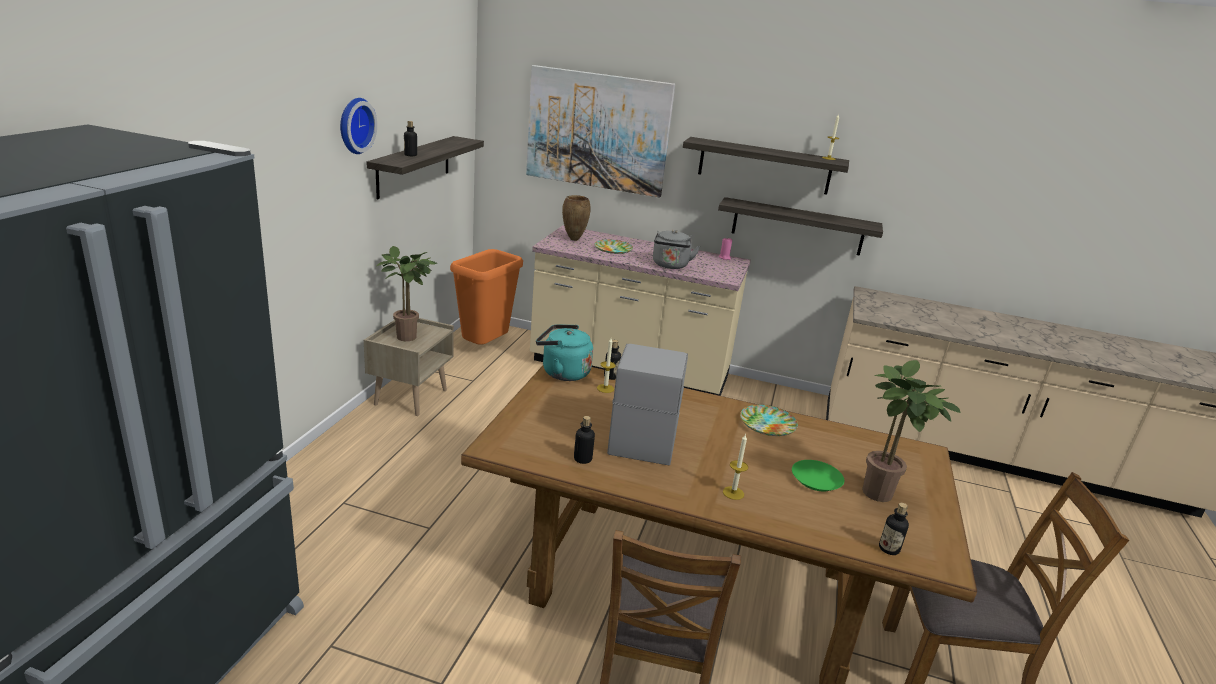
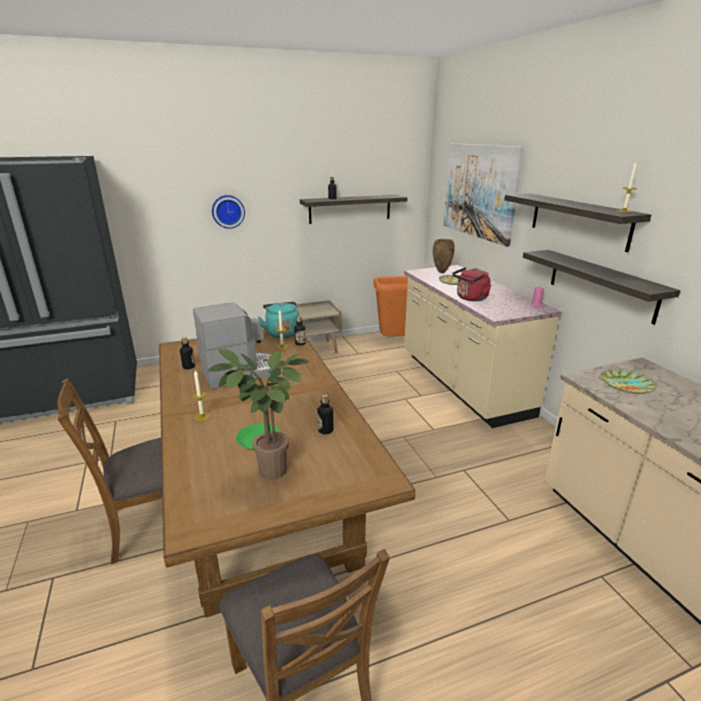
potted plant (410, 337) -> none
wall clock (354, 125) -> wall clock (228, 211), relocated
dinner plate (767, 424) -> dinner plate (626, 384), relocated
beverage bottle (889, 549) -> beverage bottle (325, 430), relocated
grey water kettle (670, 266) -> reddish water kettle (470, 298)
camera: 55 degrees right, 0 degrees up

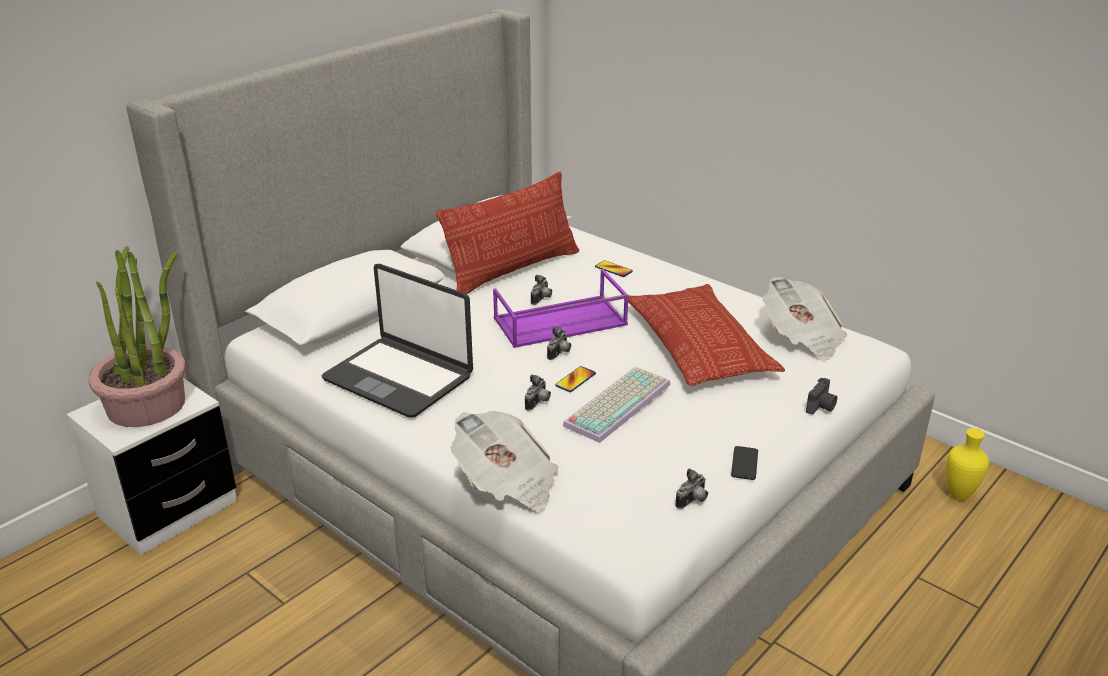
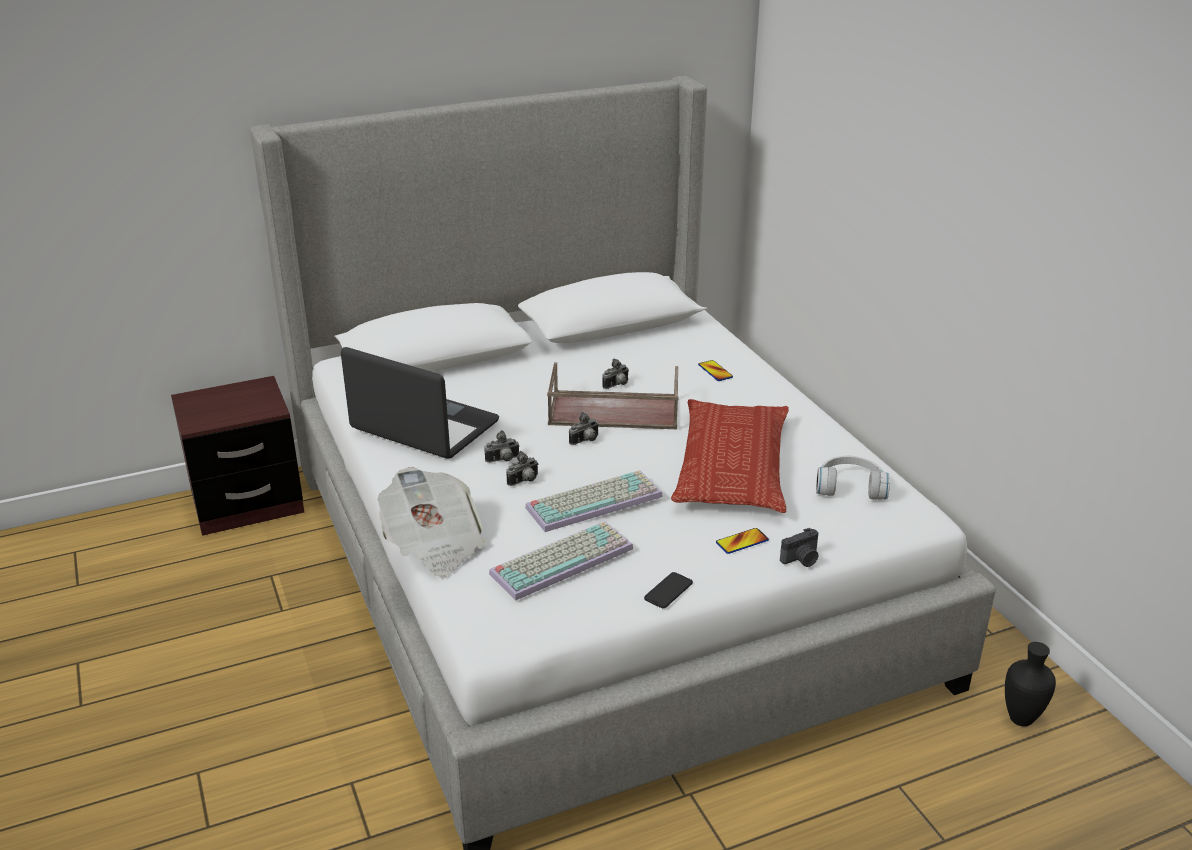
potted plant (147, 405) -> none
throw pillow (513, 270) -> none
none -> computer keyboard (562, 559)
telephone (575, 380) -> telephone (742, 542), relocated
photo camera (693, 501) -> photo camera (503, 460), relocated
daily paper (802, 338) -> white headset (850, 486)
white nightstand (168, 509) -> brown-coloured nightstand (247, 503)
purple-coloured tray (559, 322) -> brown-coloured tray (612, 411)
yellow decorative vase (960, 496) -> black decorative vase (1022, 720)
notebook computer (399, 377) -> notebook computer (424, 427), 150 degrees clockwise
camera: 25 degrees right, 0 degrees up

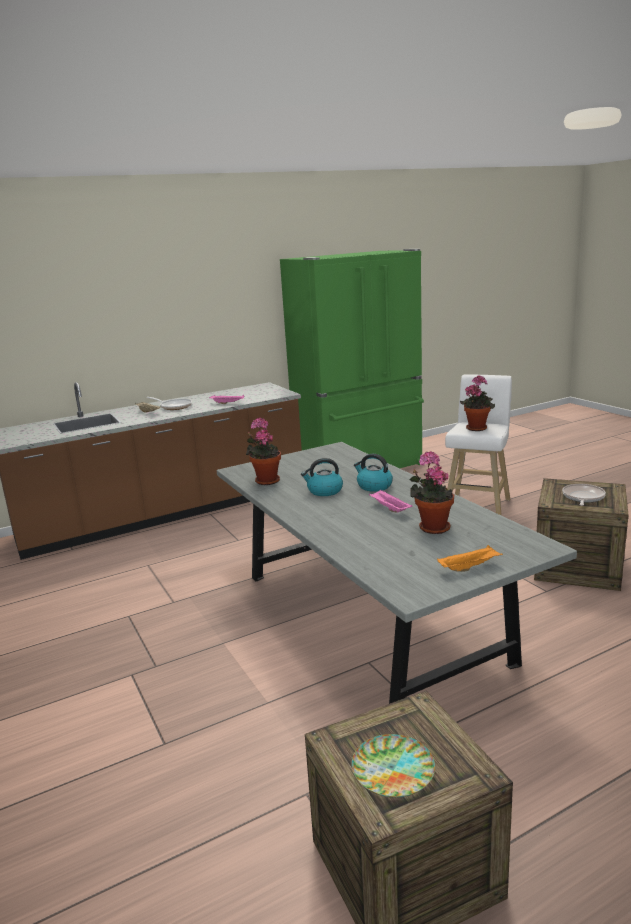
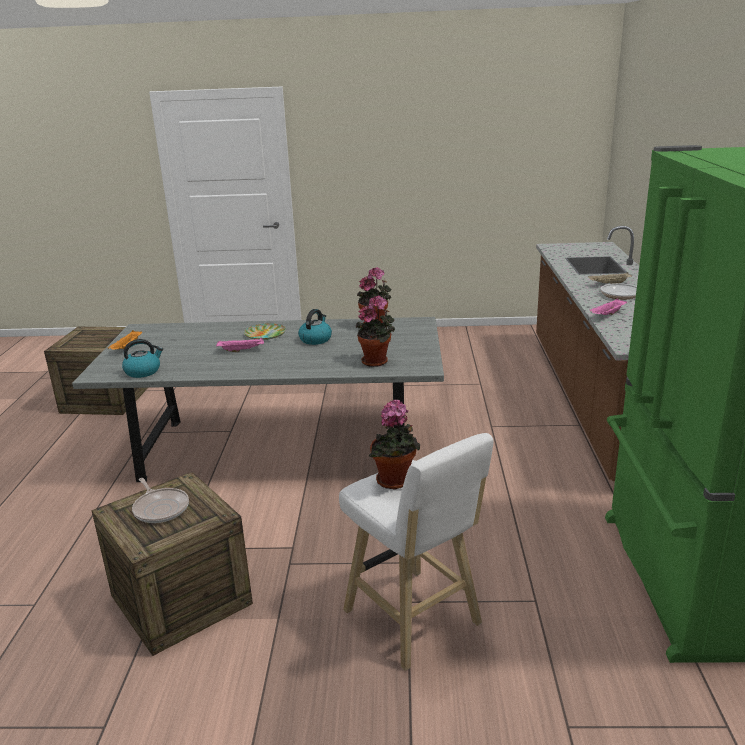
dinner plate (392, 770) -> dinner plate (265, 334), relocated
water kettle (374, 486) -> water kettle (143, 371), relocated
potted plant (432, 527) -> potted plant (377, 361), relocated
camera: 120 degrees right, 5 degrees up

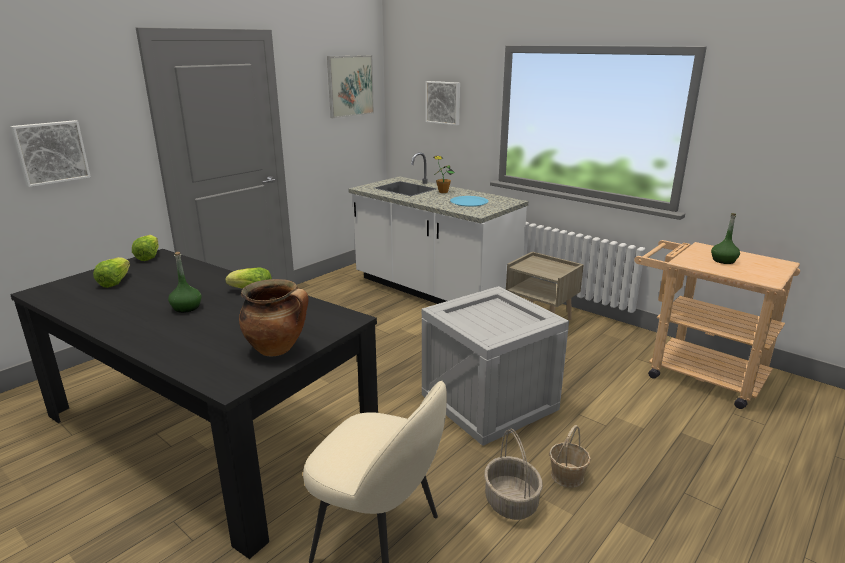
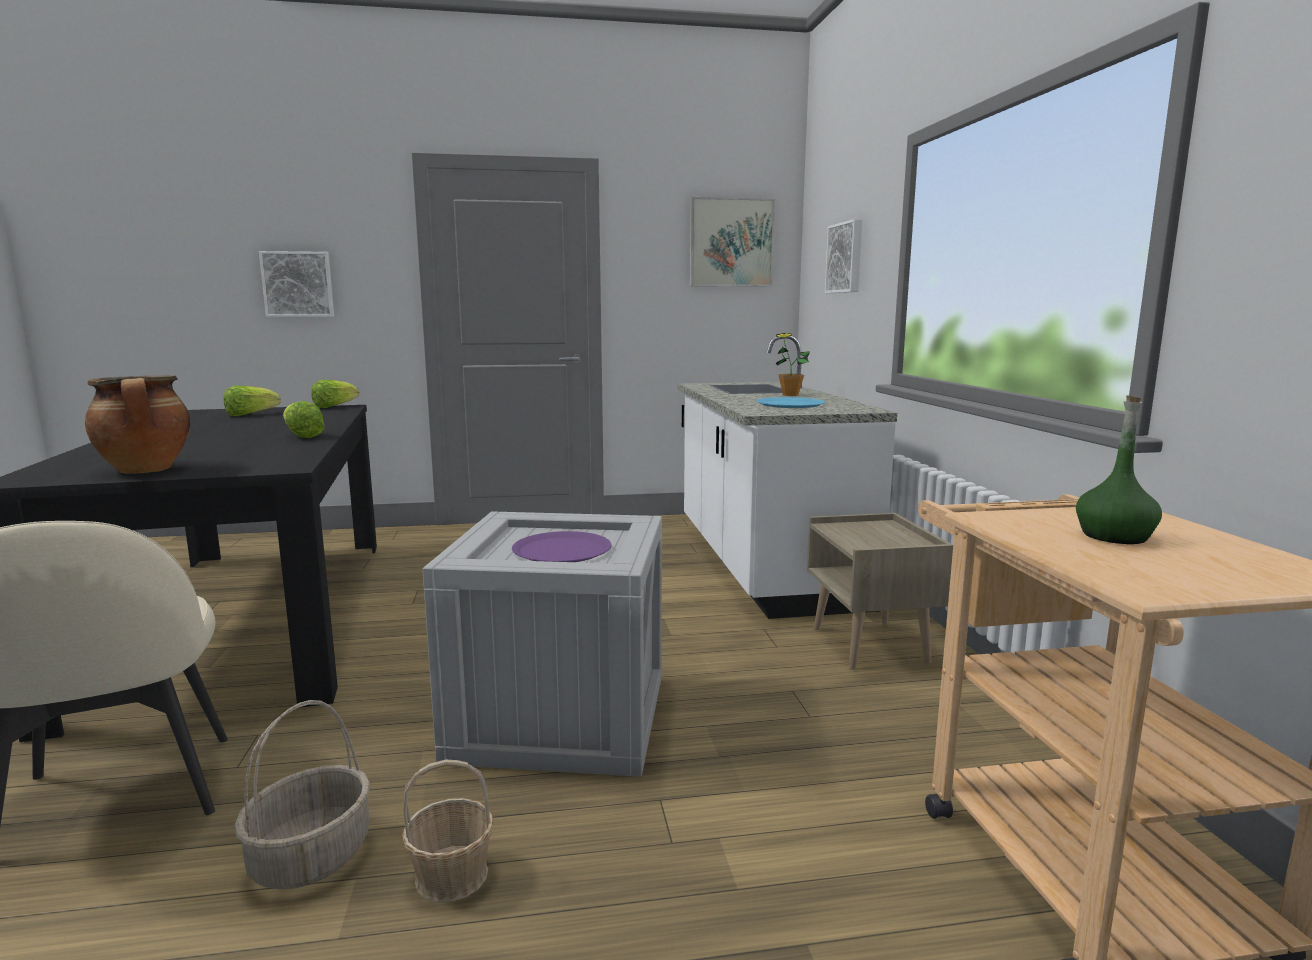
greenish beverage bottle (186, 308) -> none
none -> purple-coloured dinner plate (562, 550)
camera: 40 degrees right, 10 degrees down

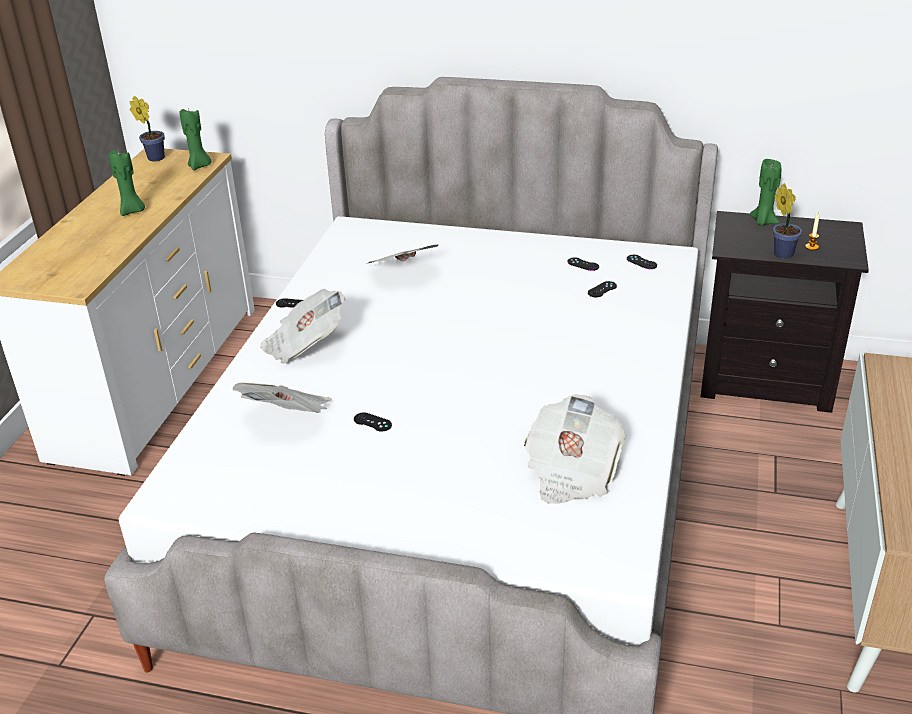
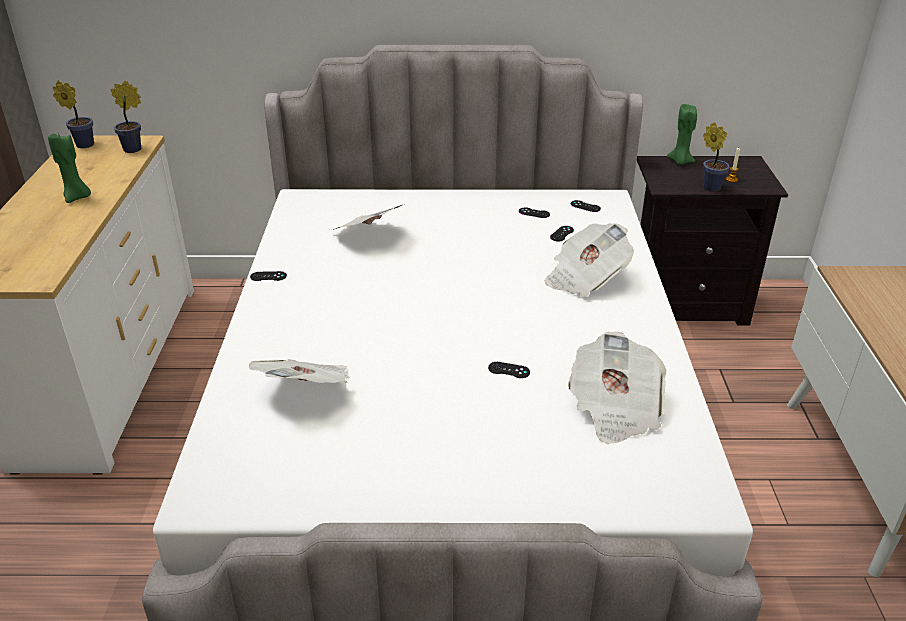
daily paper (304, 345) -> daily paper (585, 278), relocated
black game controller (372, 422) -> black game controller (509, 370), relocated
greenish candle (199, 166) -> potted plant (135, 149)
camera: 15 degrees left, 0 degrees up

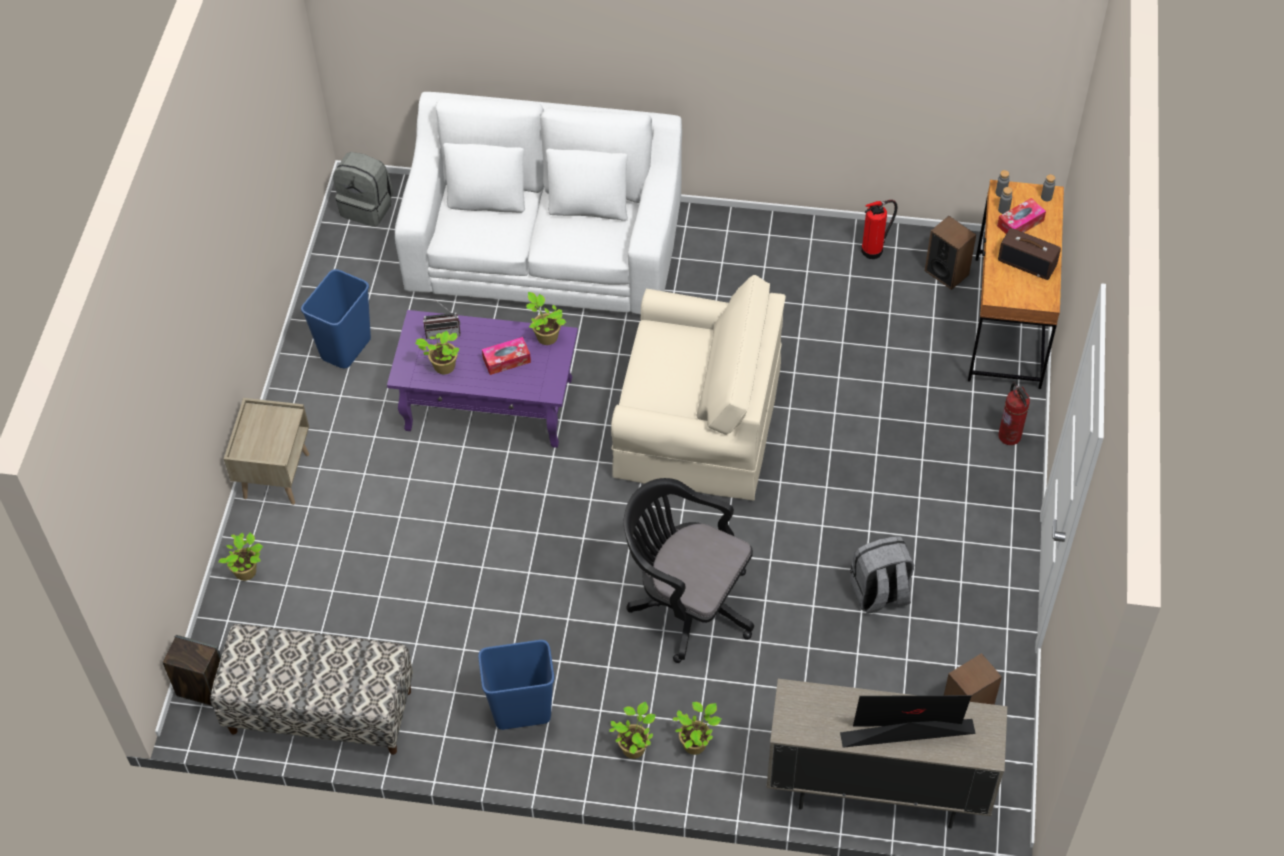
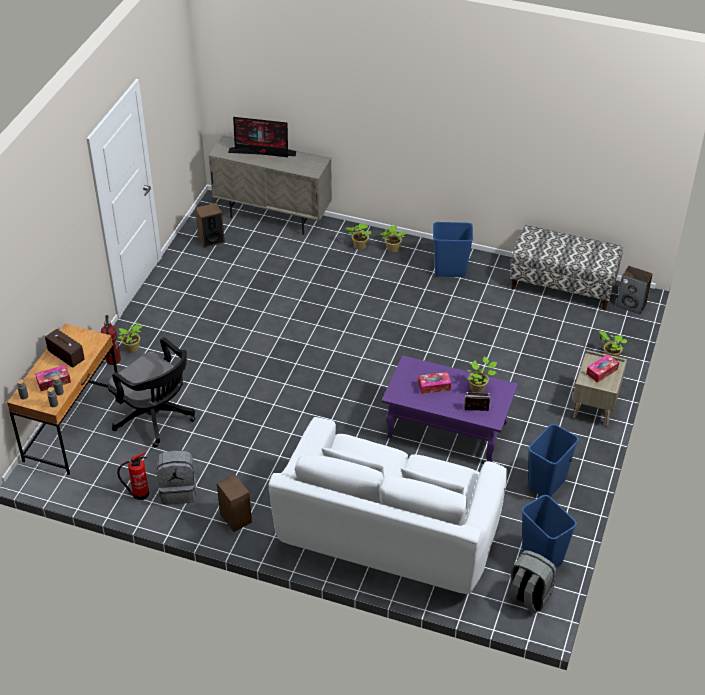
beige-coloured easy chair (697, 424) -> none
none -> bluish waste bin (543, 556)
none -> box of tissues (602, 371)
potted plant (546, 336) -> potted plant (132, 348), relocated
black office chair (686, 604) -> black office chair (156, 418), relocated
grey knapsack (879, 594) -> grey knapsack (179, 491), relocated
loudspeaker (946, 272) -> loudspeaker (235, 518), relocated
camera: 170 degrees left, 10 degrees down

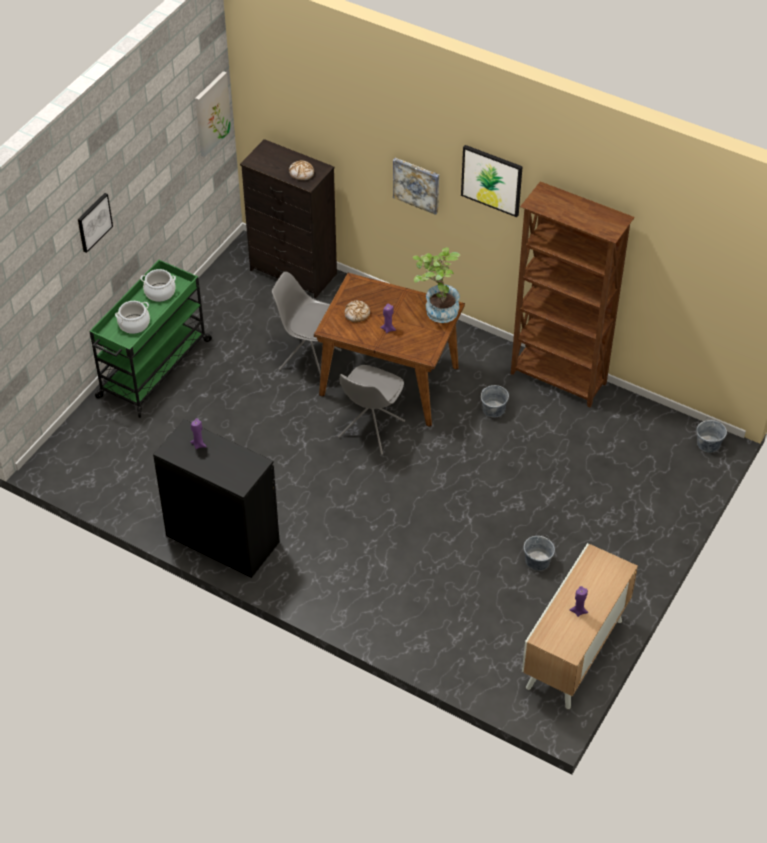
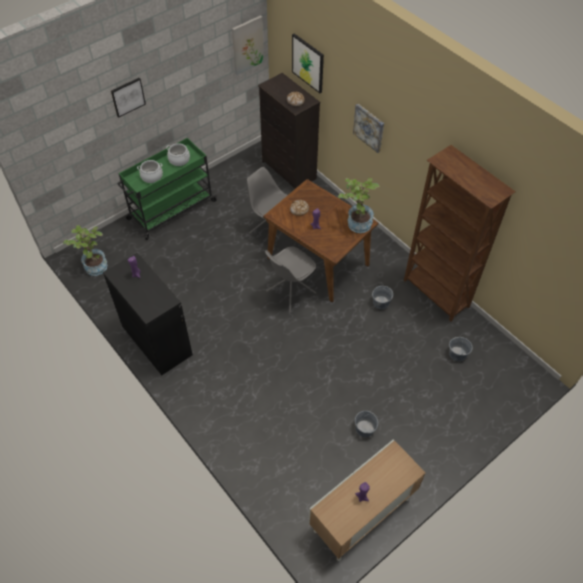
none -> potted plant (94, 265)
picture (492, 180) -> picture (308, 63), relocated
grey water bucket (708, 444) -> grey water bucket (457, 354), relocated
camera: 20 degrees right, 5 degrees up

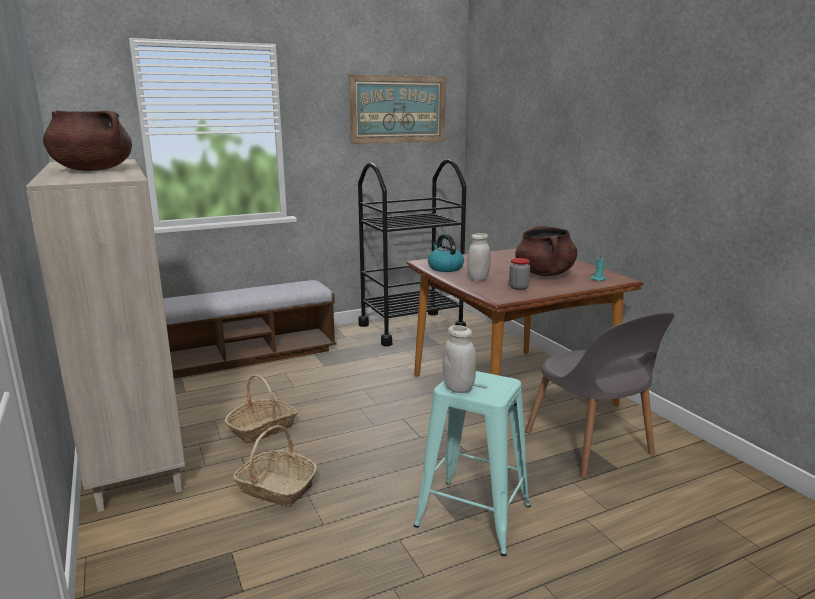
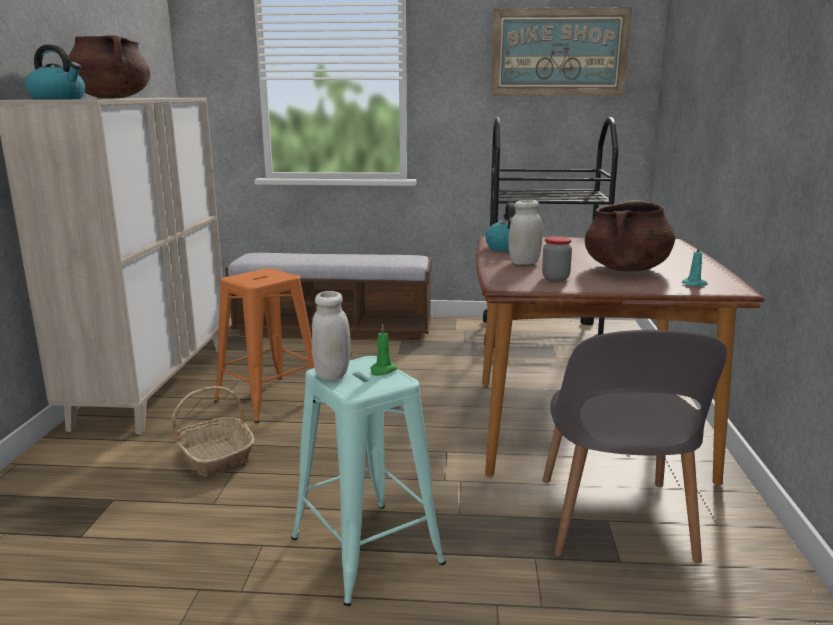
none -> water kettle (59, 99)
none -> greenish candle (382, 370)
basket (262, 428) -> orangey sitting stool (269, 399)
camera: 30 degrees right, 0 degrees up

